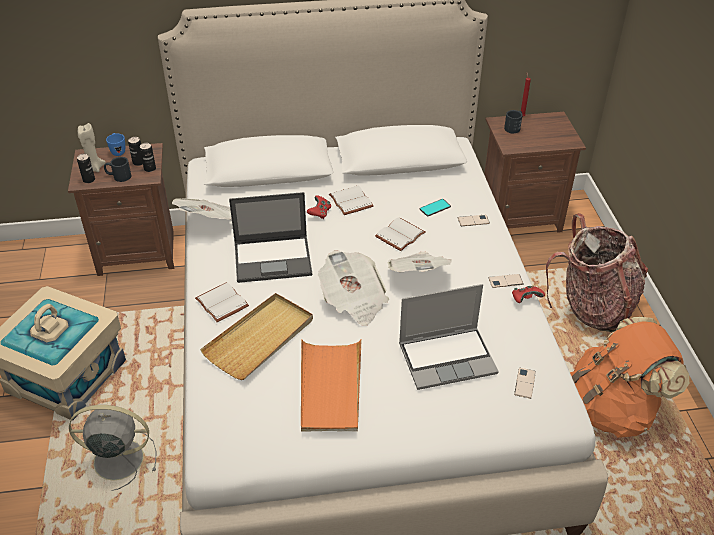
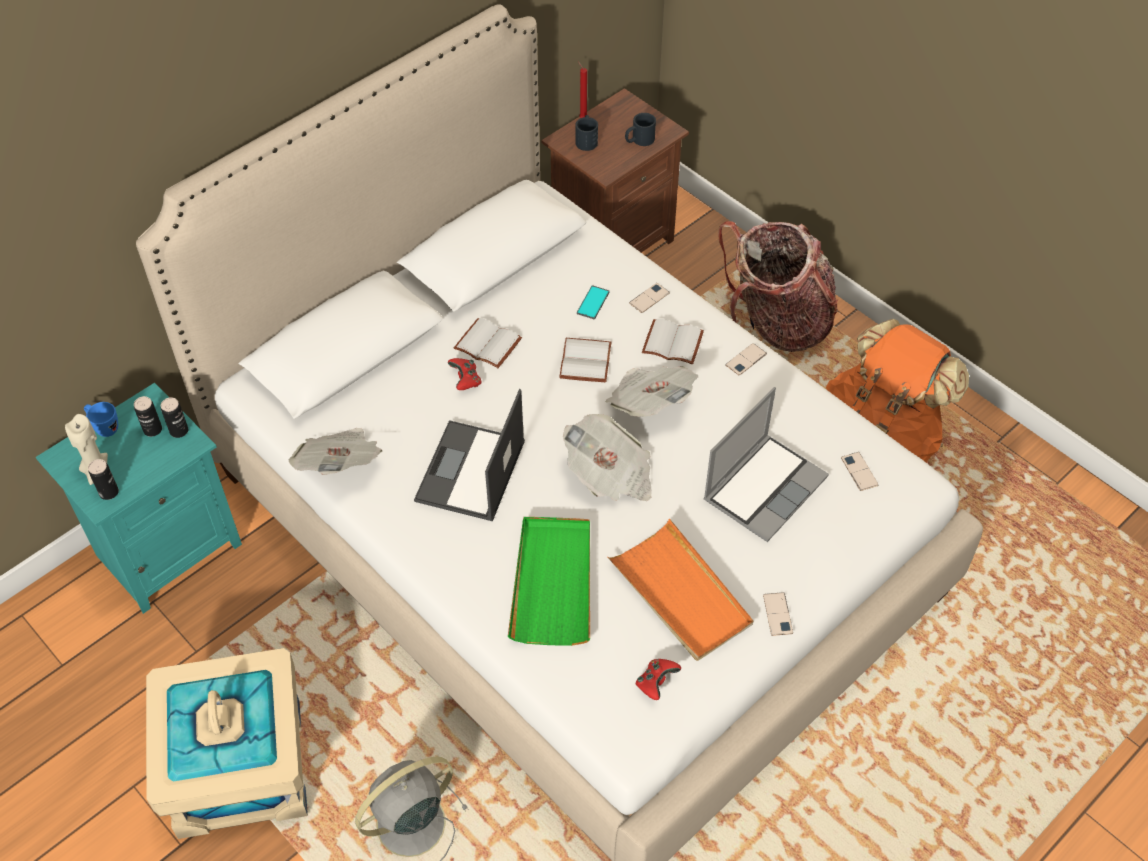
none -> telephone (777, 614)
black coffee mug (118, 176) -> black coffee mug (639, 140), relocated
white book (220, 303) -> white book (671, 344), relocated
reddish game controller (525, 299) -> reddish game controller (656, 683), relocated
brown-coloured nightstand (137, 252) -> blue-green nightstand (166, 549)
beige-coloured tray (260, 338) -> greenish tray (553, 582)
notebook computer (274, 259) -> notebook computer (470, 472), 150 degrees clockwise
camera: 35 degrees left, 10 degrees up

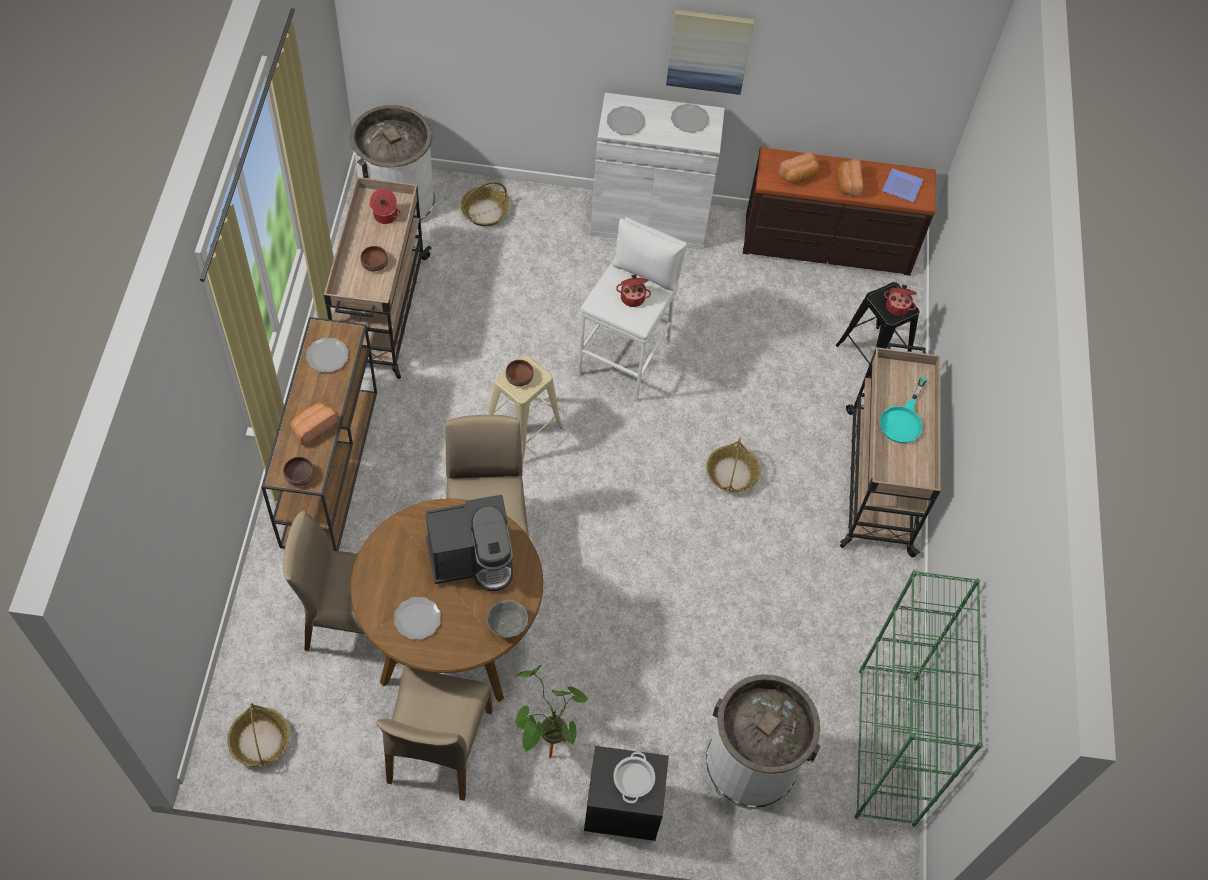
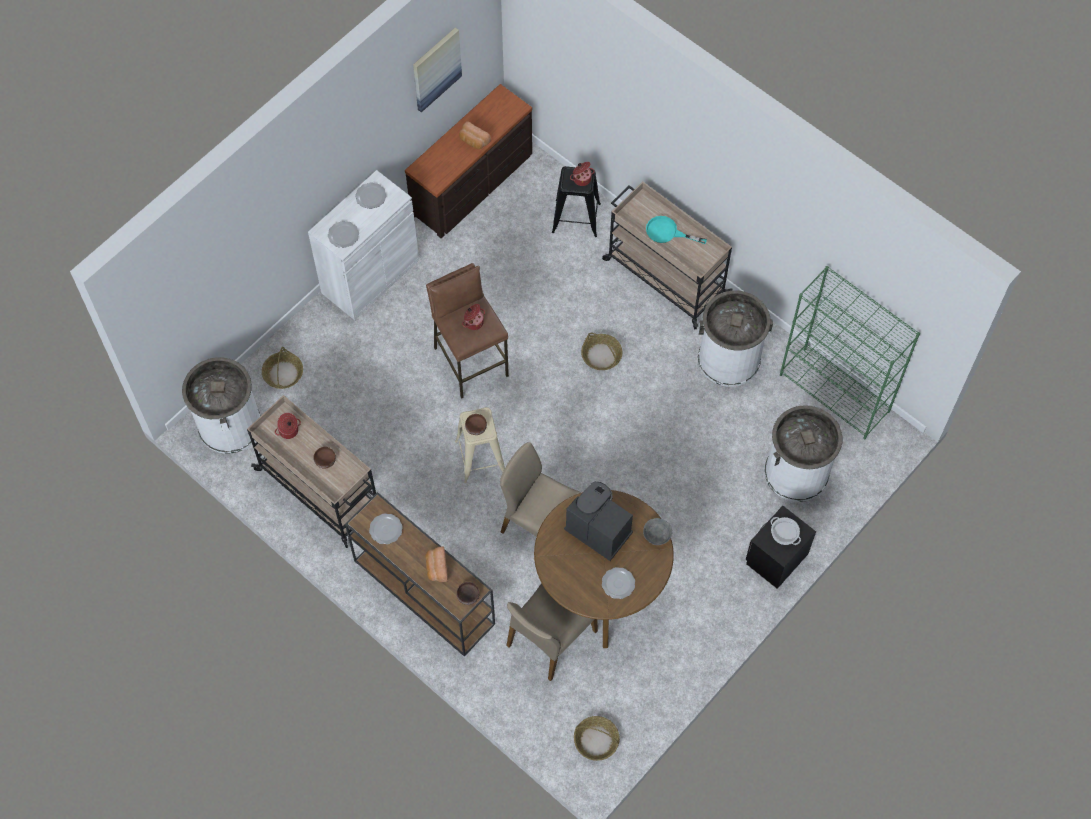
beige-coloured plain chair (438, 747) -> none
potted plant (545, 745) -> none
baked bread (799, 176) -> none
dinner plate (900, 187) -> none
none -> white waste bin (729, 358)
picture (709, 50) -> picture (436, 69), relocated
white sitting stool (625, 358) -> brown-coloured sitting stool (470, 361)
coffee machine (472, 558) -> coffee machine (598, 529), 75 degrees counterclockwise
blue-green frying pan (903, 419) -> blue-green frying pan (667, 232), 135 degrees clockwise
camera: 50 degrees left, 5 degrees up

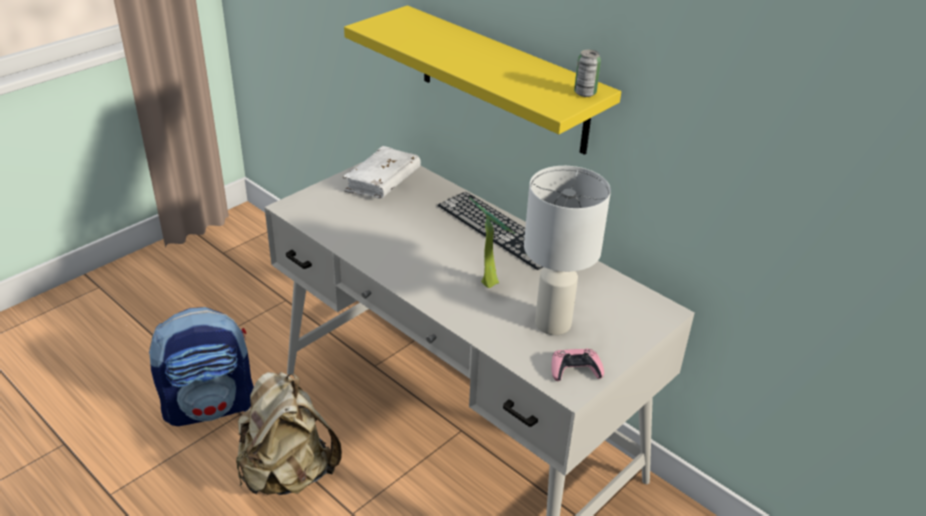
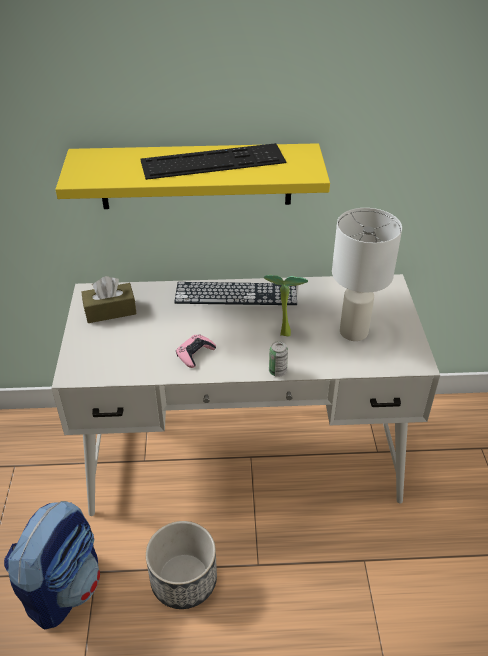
none -> computer keyboard (213, 162)
pink game controller (575, 369) -> pink game controller (195, 354), relocated
sealed can (585, 93) -> sealed can (277, 371), relocated
beige-coloured knapsack (287, 473) -> plant pot (184, 579)
white book (382, 182) -> brown-coloured box of tissues (110, 311)
camera: 45 degrees left, 5 degrees up

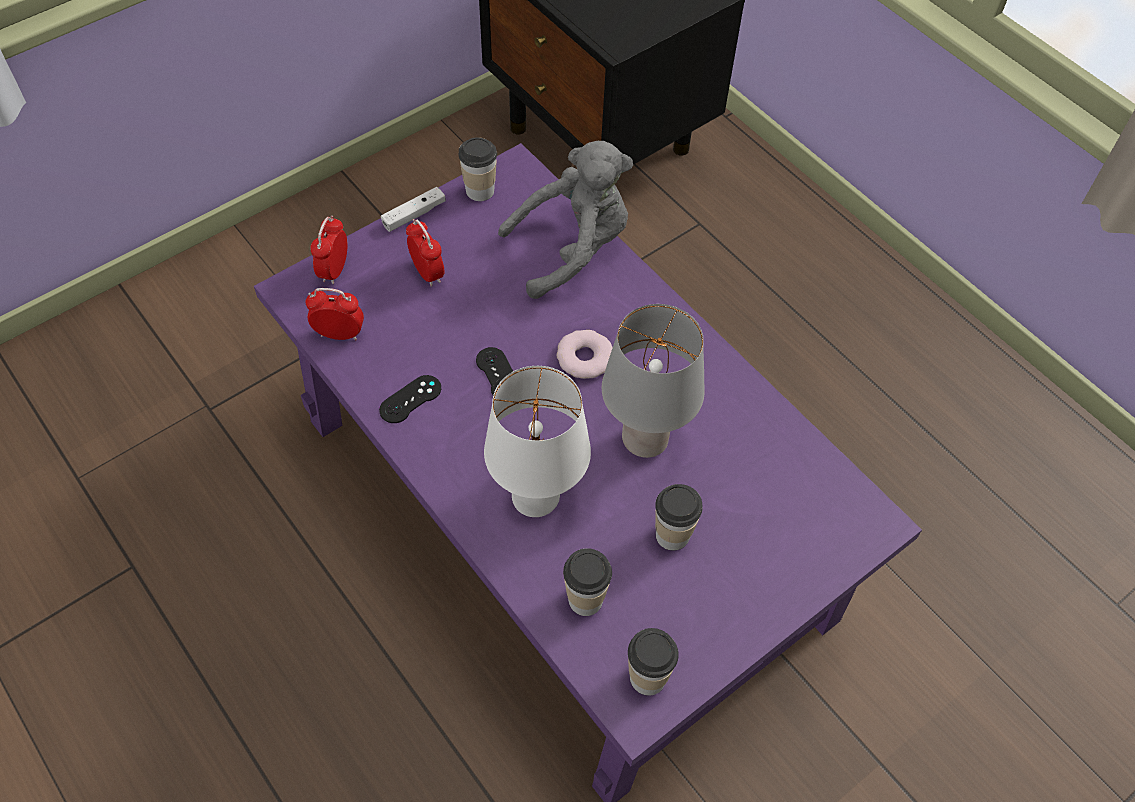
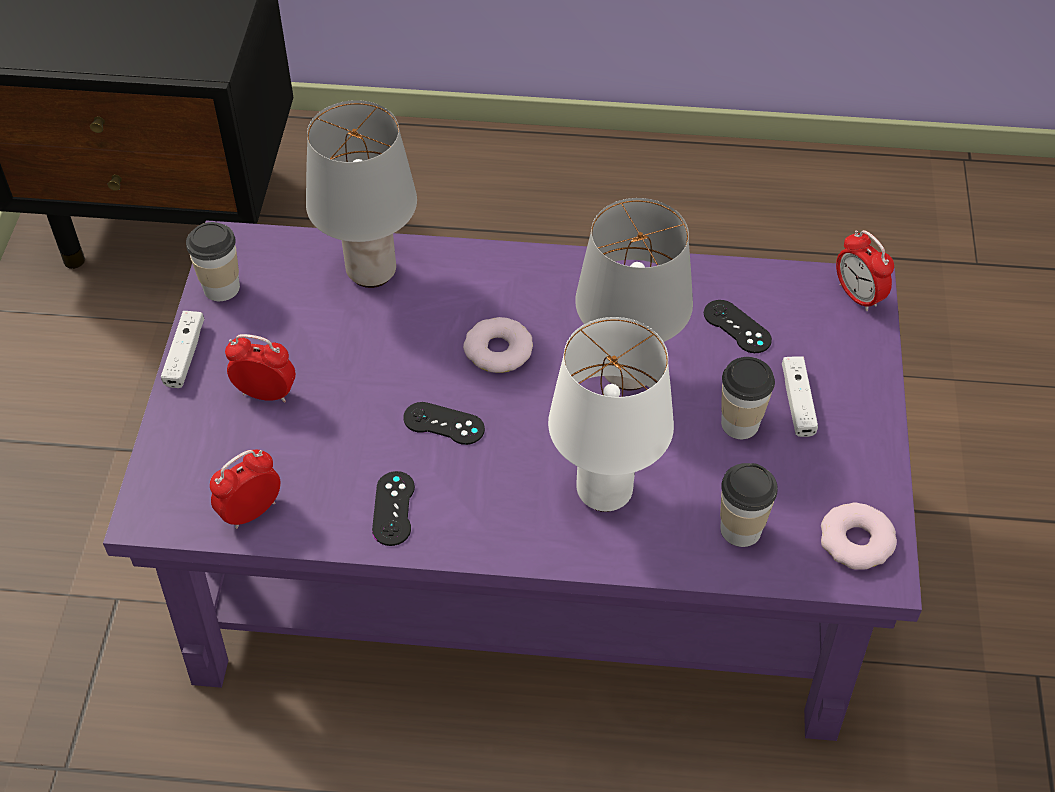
none -> black game controller (737, 327)
none -> white game controller (797, 402)
alarm clock (334, 270) -> alarm clock (858, 296), relocated
grey soft toy (572, 249) -> grey lamp for a table (372, 272)
cup (647, 677) -> doughnut (856, 541)
camera: 45 degrees left, 5 degrees down

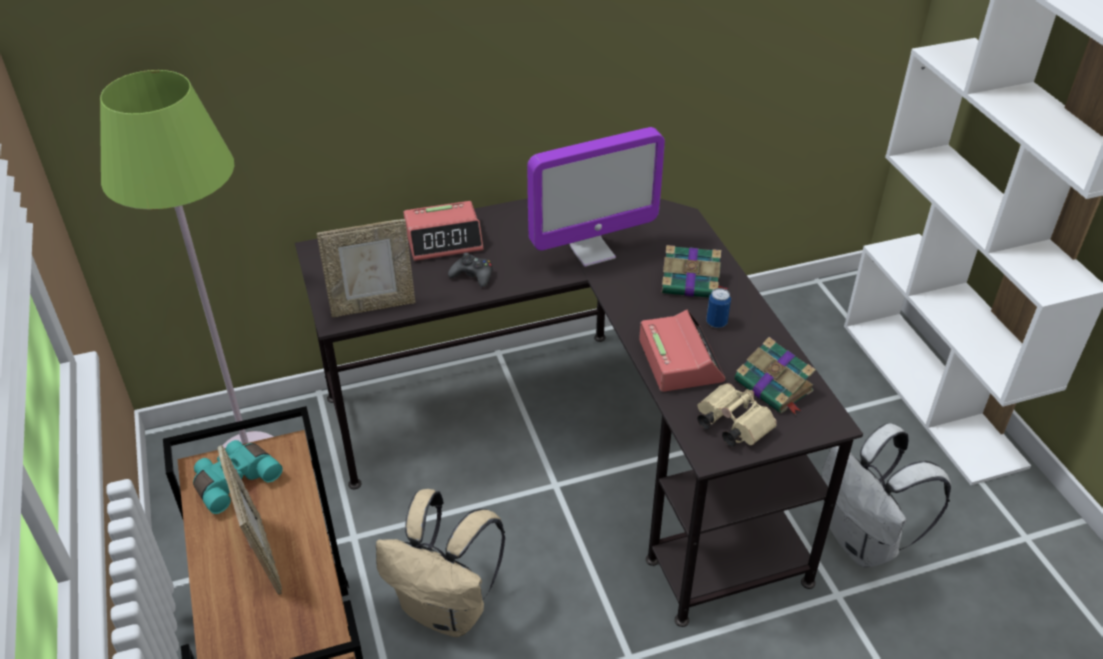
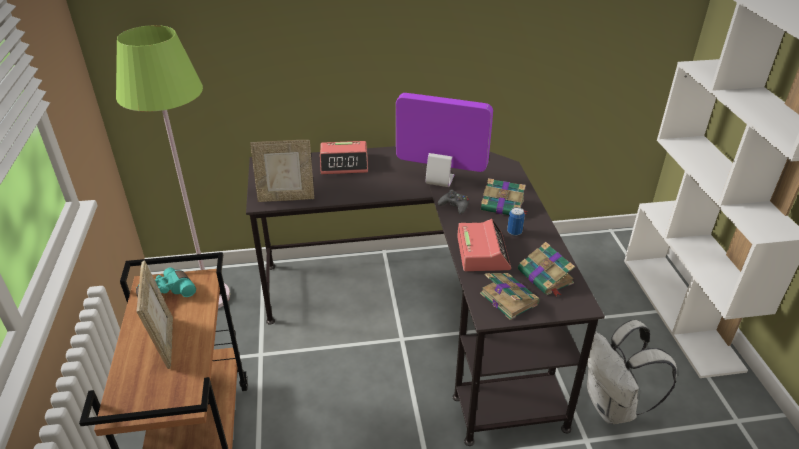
beige-coloured knapsack (447, 610) -> none
black game controller (473, 275) -> black game controller (454, 206), relocated
beige-coloured pair of binoculars (730, 424) -> book (508, 298)
monitor (592, 252) -> monitor (440, 180), 150 degrees counterclockwise
camera: 10 degrees right, 5 degrees down

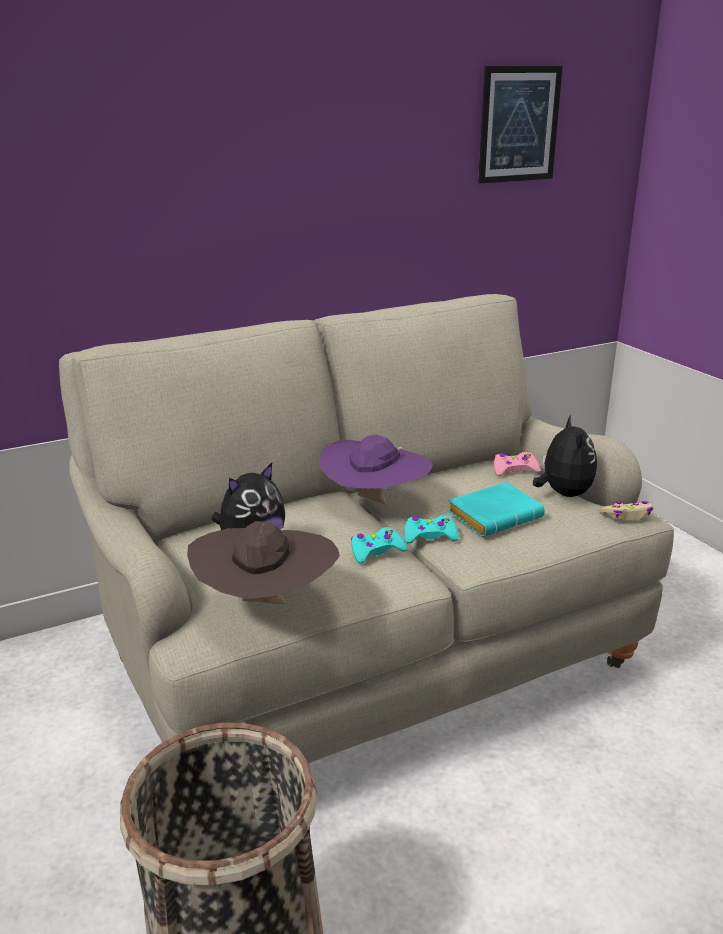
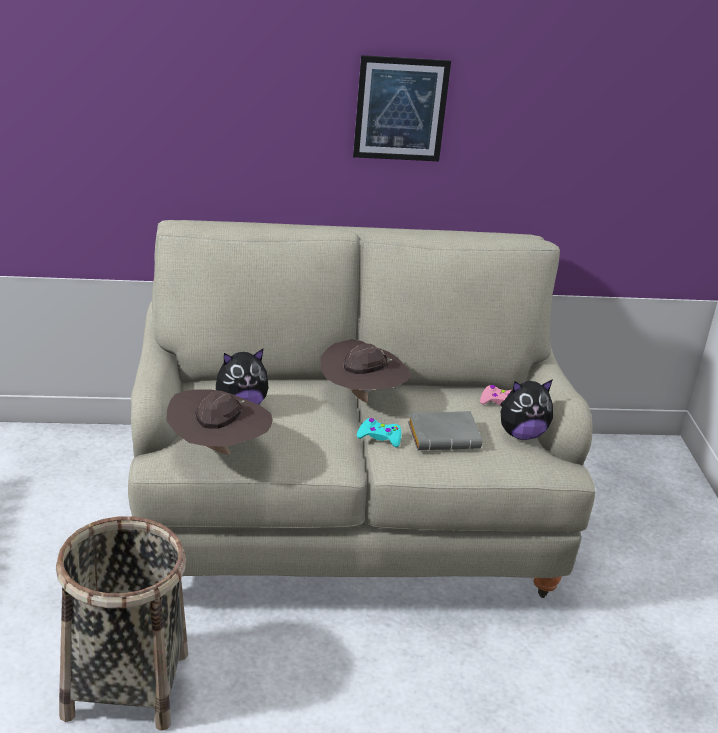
blue-green game controller (376, 551) -> none
beige-coloured game controller (627, 516) -> none
picture (519, 124) -> picture (400, 109), relocated
purple-coloured wearable hat (374, 503) -> brown-coloured wearable hat (361, 399)
blue-green book (495, 515) -> grey book (445, 436)
soft toy (563, 493) -> soft toy (521, 434), 60 degrees clockwise
camera: 20 degrees right, 5 degrees up

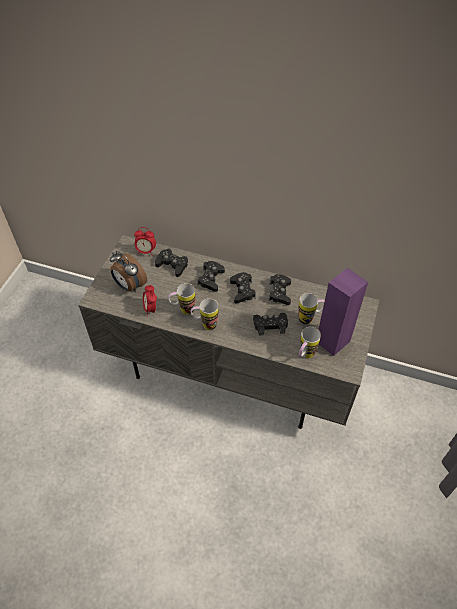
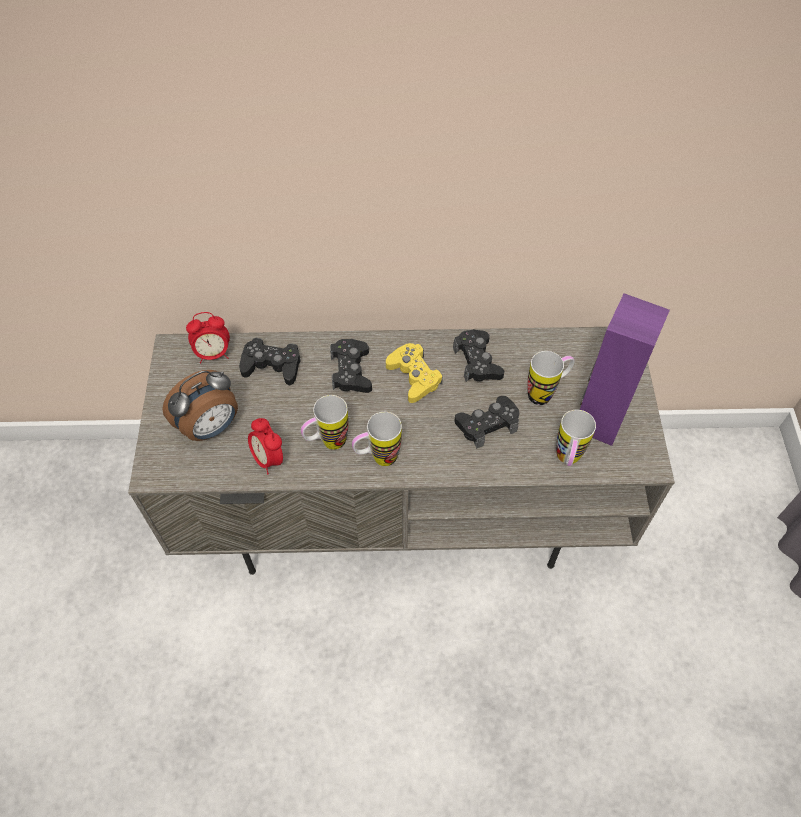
black game controller (242, 290) -> yellow game controller (414, 376)
alarm clock (129, 286) -> alarm clock (211, 427), 60 degrees counterclockwise
camera: 20 degrees left, 5 degrees up

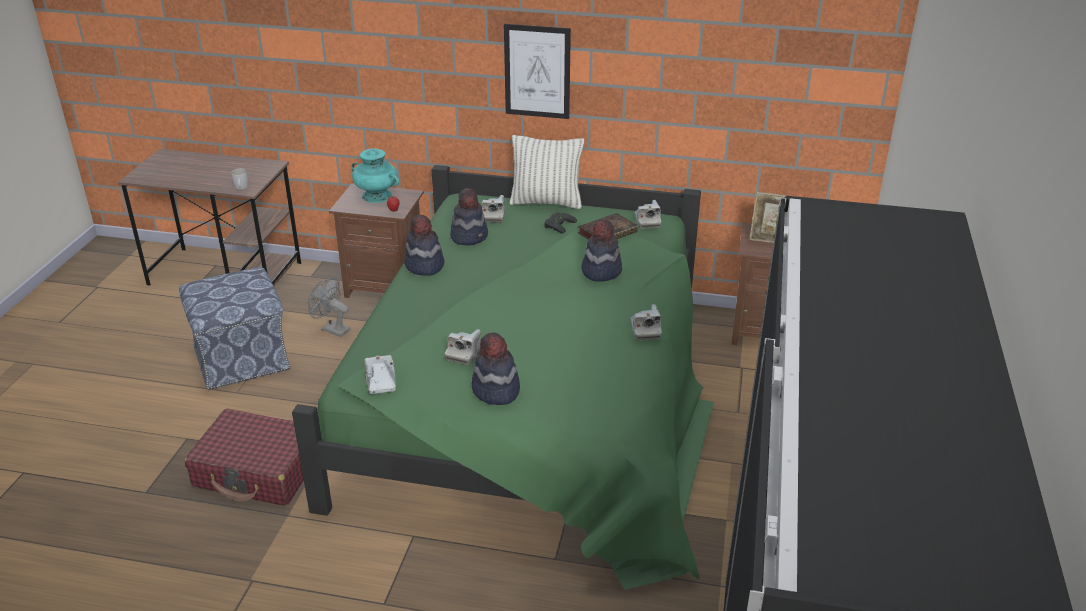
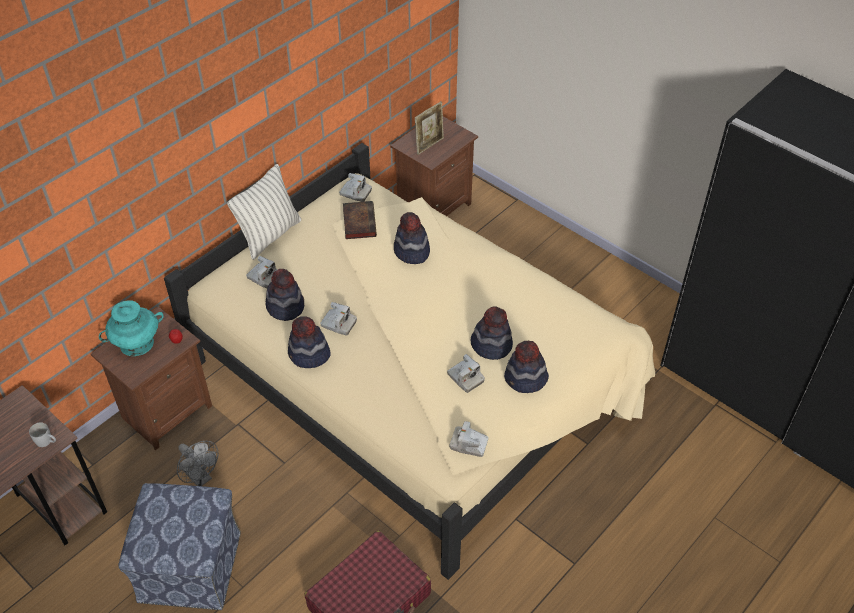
picture (537, 71) -> none
black game controller (558, 224) -> none
none -> wearable hat (491, 345)
photo camera (645, 330) -> photo camera (338, 324), relocated
greenish bedroom bed (536, 405) -> beige-coloured bedroom bed (418, 380)
grey electric fan (332, 329) -> grey electric fan (201, 478), 105 degrees counterclockwise
camera: 60 degrees left, 15 degrees up

